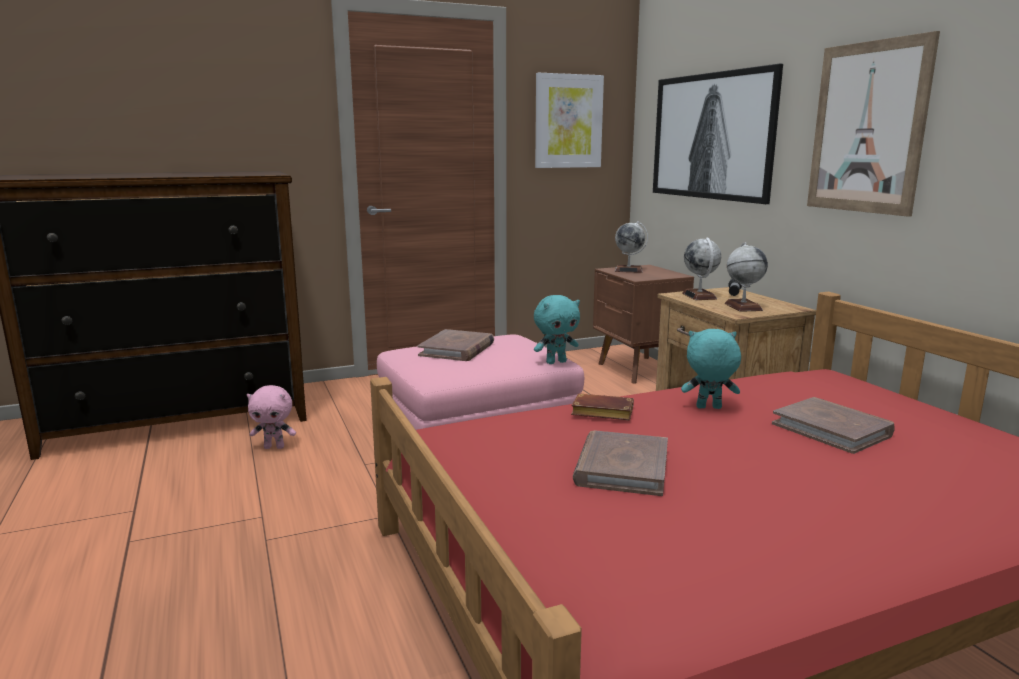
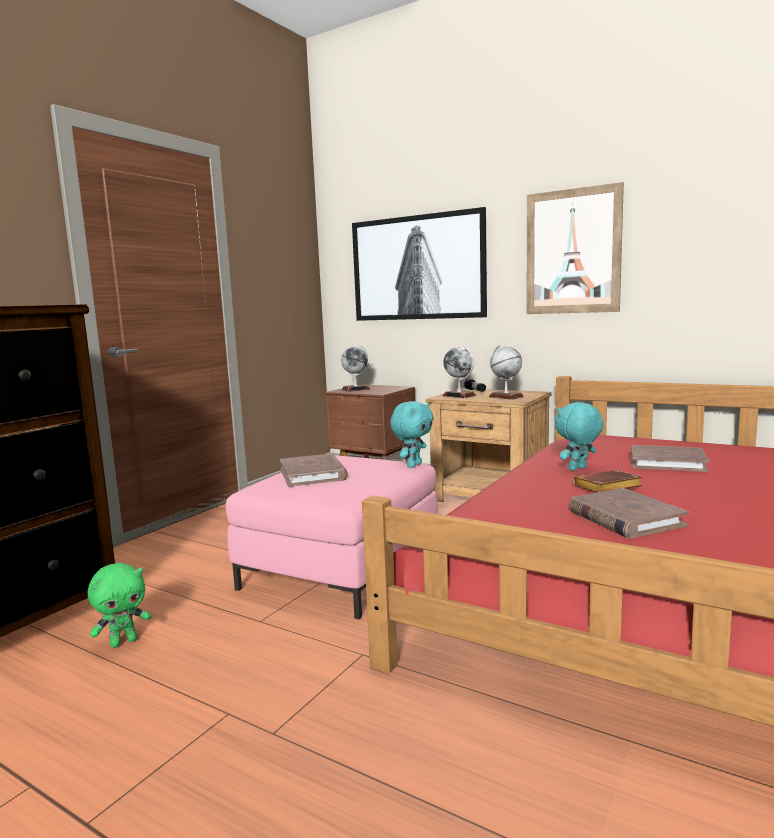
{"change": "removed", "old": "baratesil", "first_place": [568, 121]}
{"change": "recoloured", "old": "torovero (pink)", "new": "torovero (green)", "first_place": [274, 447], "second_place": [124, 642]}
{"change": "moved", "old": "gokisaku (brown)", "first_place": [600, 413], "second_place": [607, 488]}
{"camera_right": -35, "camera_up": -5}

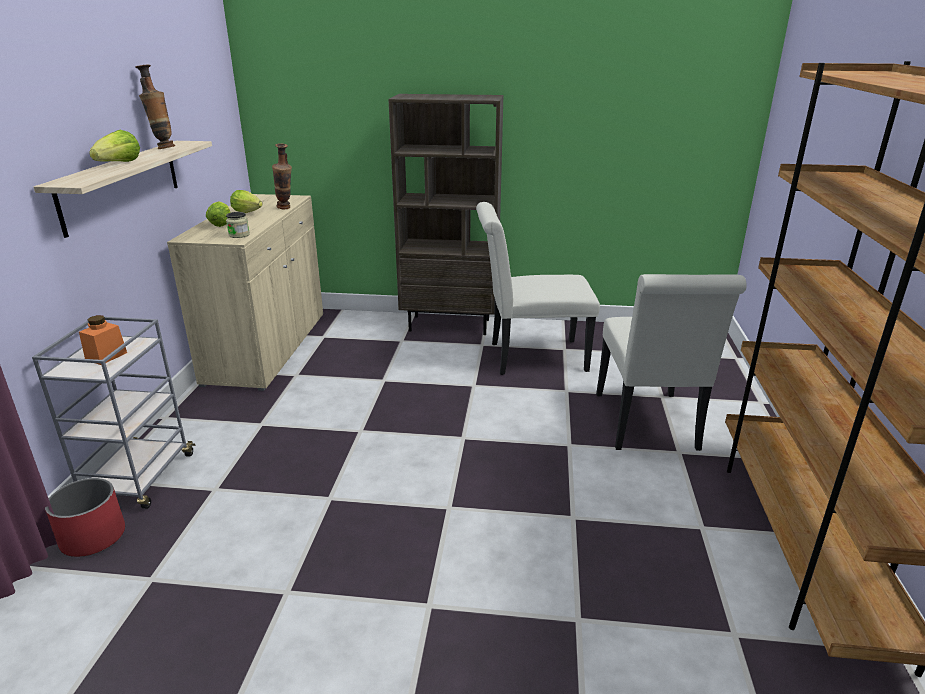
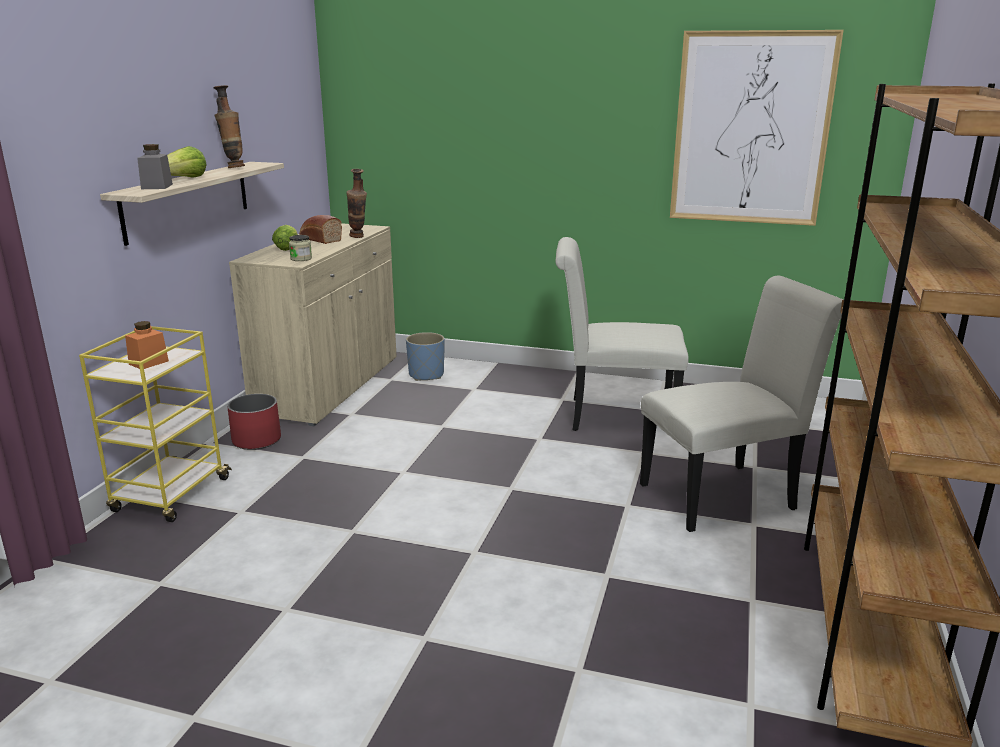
{"change": "removed", "old": "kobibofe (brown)", "first_place": [450, 325]}
{"change": "replaced", "old": "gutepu", "new": "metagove", "first_place": [249, 212], "second_place": [319, 239]}
{"change": "turned", "old": "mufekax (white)", "first_place": [647, 426], "second_place": [726, 495], "degrees": -120}
{"change": "recoloured", "old": "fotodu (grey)", "new": "fotodu (yellow)", "first_place": [139, 479], "second_place": [170, 496]}
{"change": "moved", "old": "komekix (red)", "first_place": [94, 537], "second_place": [257, 440]}
{"change": "added", "new": "baratesil", "second_place": [751, 129]}
{"change": "added", "new": "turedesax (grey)", "second_place": [157, 186]}
{"change": "added", "new": "komekix (blue)", "second_place": [426, 375]}
{"camera_right": 10, "camera_up": -5}

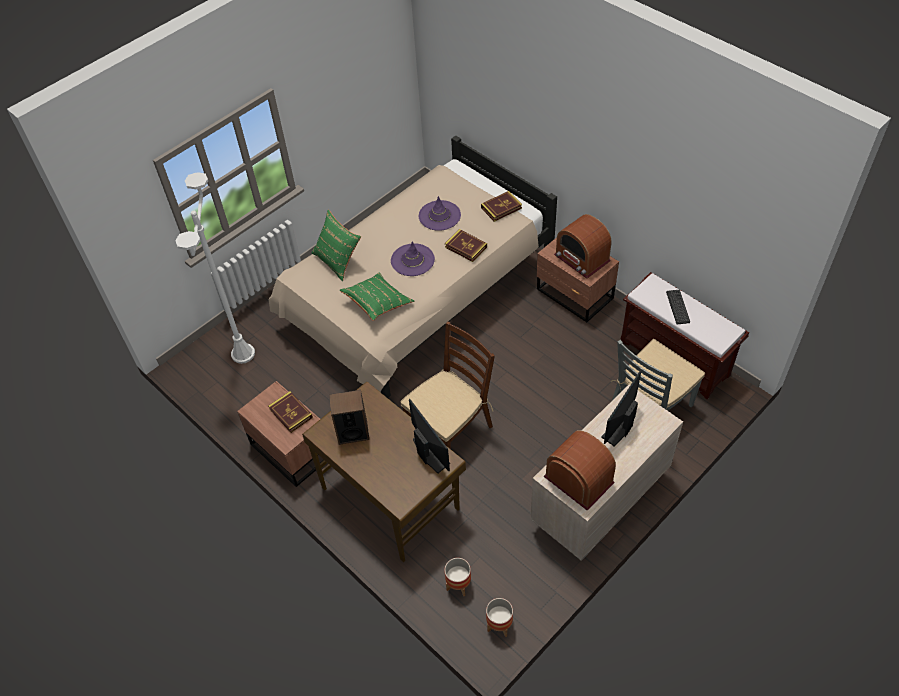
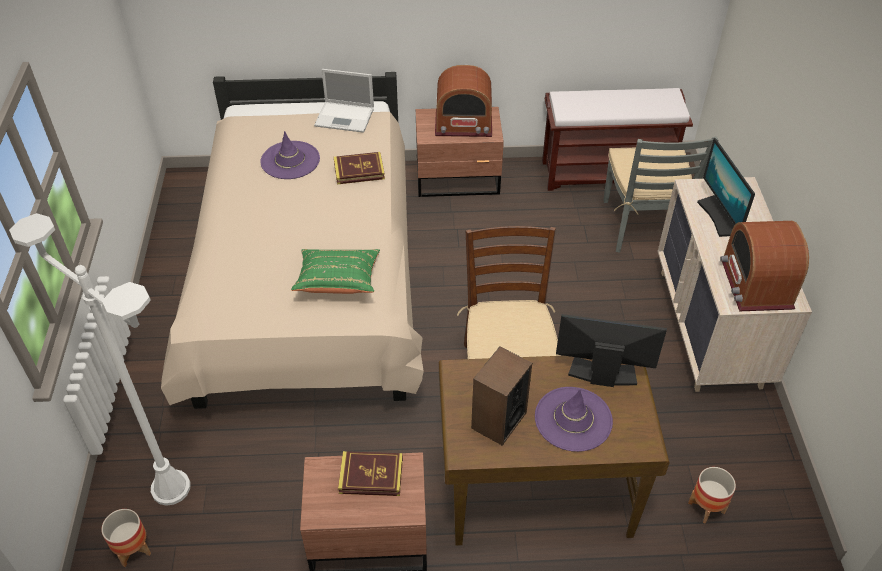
{"change": "replaced", "old": "gokisaku", "new": "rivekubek", "first_place": [501, 208], "second_place": [345, 117]}
{"change": "removed", "old": "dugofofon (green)", "first_place": [338, 260]}
{"change": "moved", "old": "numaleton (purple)", "first_place": [412, 260], "second_place": [573, 419]}
{"change": "removed", "old": "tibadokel", "first_place": [678, 307]}
{"change": "turned", "old": "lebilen", "first_place": [579, 479], "second_place": [755, 284], "degrees": -90}
{"change": "moved", "old": "komekix", "first_place": [499, 624], "second_place": [133, 549]}
{"camera_right": -50, "camera_up": -5}

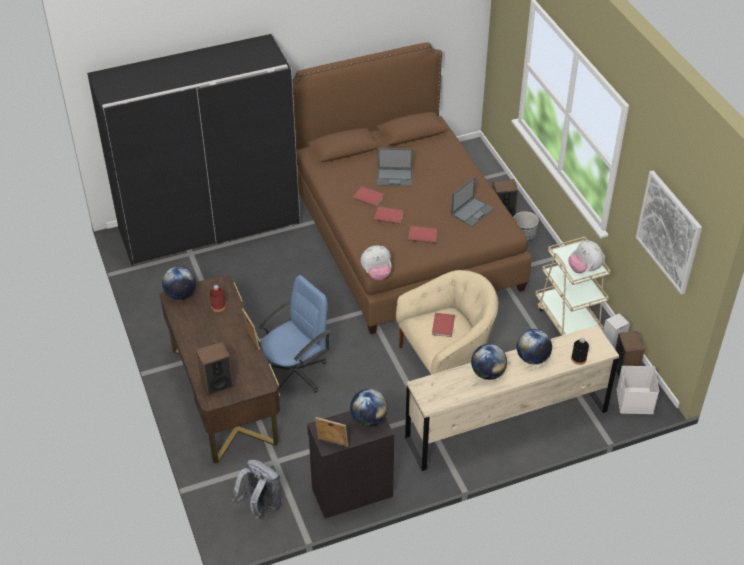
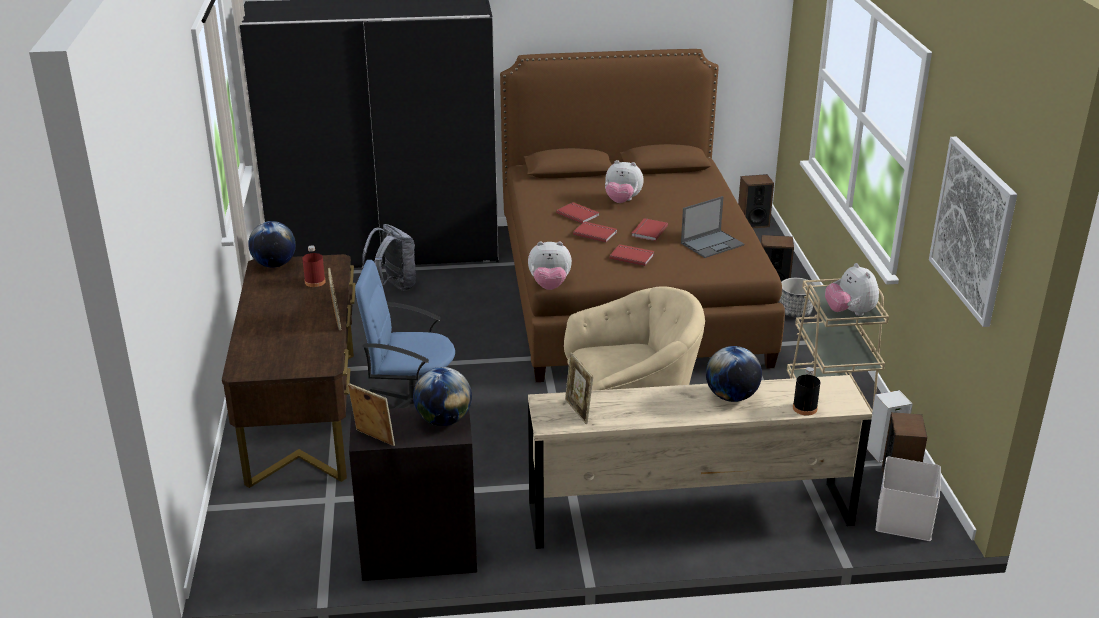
{"change": "replaced", "old": "rivekubek", "new": "torovero", "first_place": [395, 177], "second_place": [622, 201]}
{"change": "turned", "old": "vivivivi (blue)", "first_place": [295, 372], "second_place": [412, 406], "degrees": -150}
{"change": "moved", "old": "gokisaku (red)", "first_place": [442, 325], "second_place": [648, 231]}
{"change": "moved", "old": "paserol", "first_place": [217, 384], "second_place": [753, 223]}
{"change": "removed", "old": "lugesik", "first_place": [487, 373]}
{"change": "moved", "old": "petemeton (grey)", "first_place": [261, 505], "second_place": [393, 286]}
{"change": "added", "new": "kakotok", "second_place": [578, 411]}
{"camera_right": 15, "camera_up": -15}

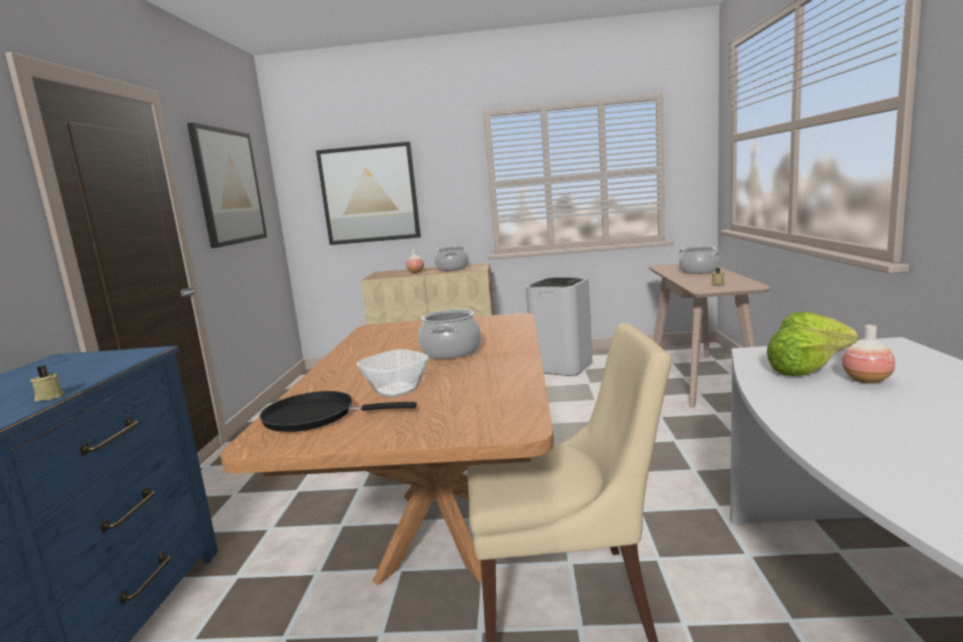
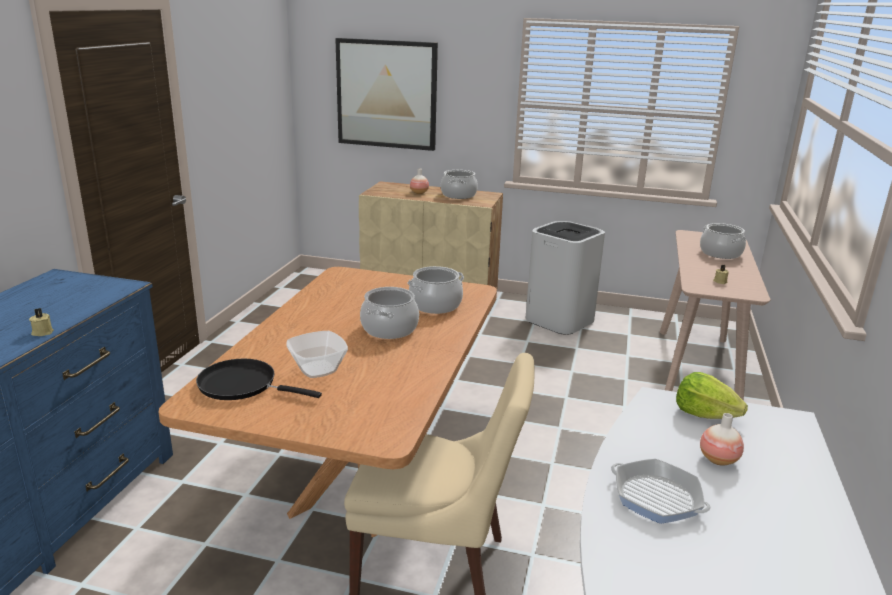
{"change": "removed", "old": "baratesil", "first_place": [228, 187]}
{"change": "removed", "old": "gutepu", "first_place": [799, 372]}
{"change": "added", "new": "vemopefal", "second_place": [435, 305]}
{"change": "added", "new": "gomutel", "second_place": [657, 497]}
{"camera_right": 10, "camera_up": 10}

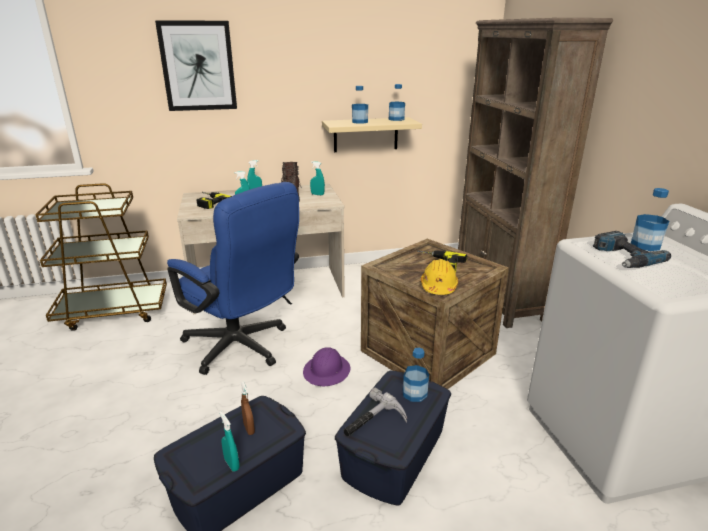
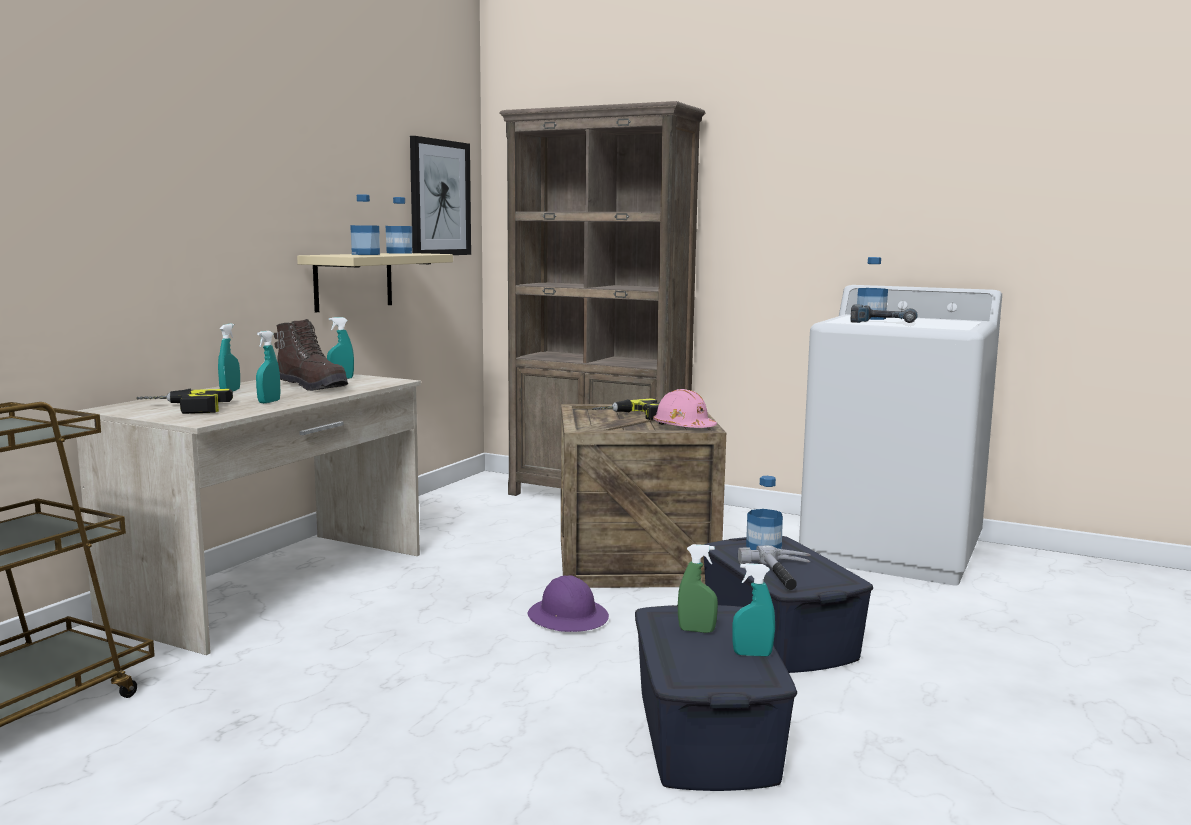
{"change": "moved", "old": "baratesil", "first_place": [198, 66], "second_place": [439, 198]}
{"change": "removed", "old": "vivivivi (blue)", "first_place": [242, 348]}
{"change": "recoloured", "old": "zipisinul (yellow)", "new": "zipisinul (pink)", "first_place": [438, 286], "second_place": [683, 428]}
{"change": "recoloured", "old": "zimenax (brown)", "new": "zimenax (green)", "first_place": [249, 428], "second_place": [696, 630]}
{"camera_right": -50, "camera_up": -15}

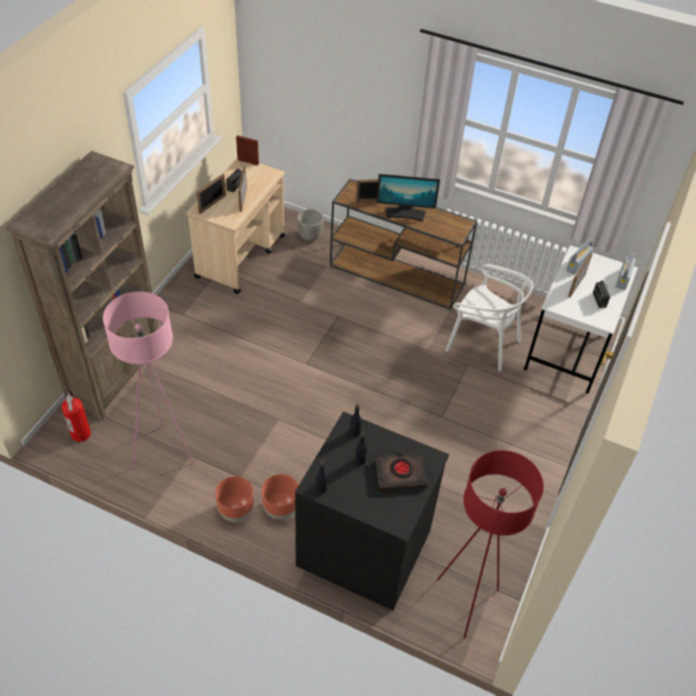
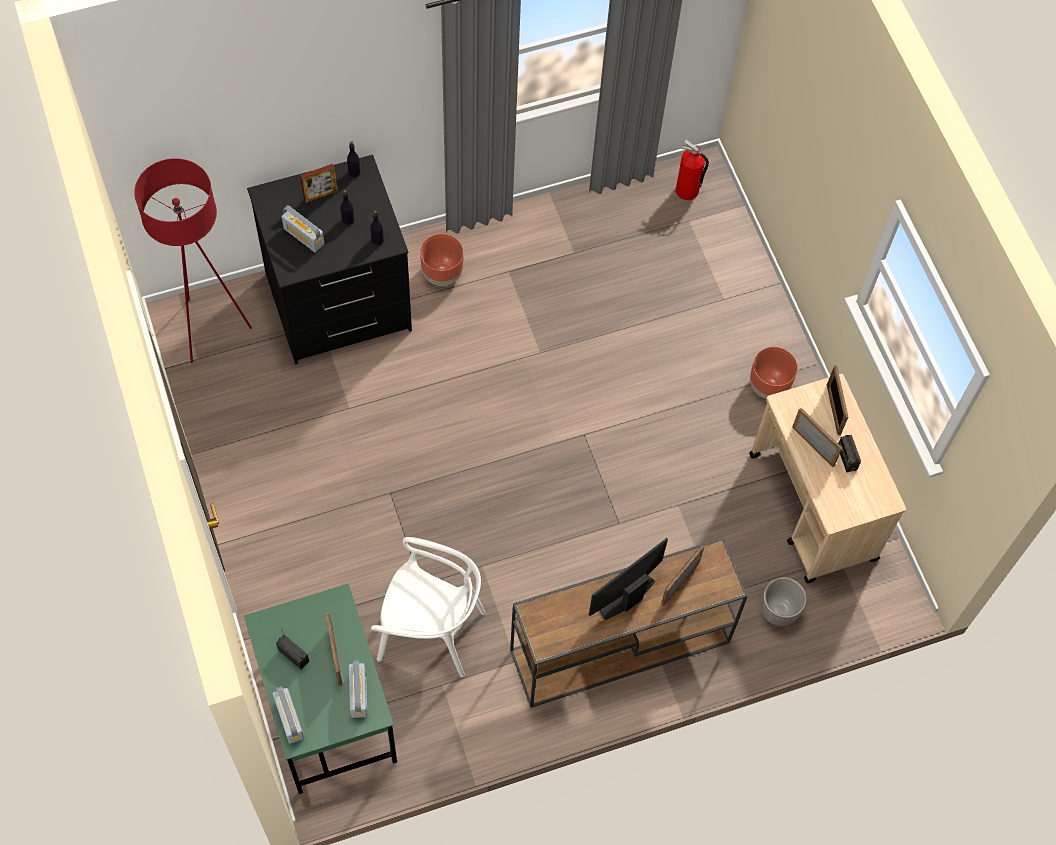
{"change": "moved", "old": "kakotok", "first_place": [248, 162], "second_place": [320, 195]}
{"change": "removed", "old": "kobibofe (brown)", "first_place": [117, 374]}
{"change": "recoloured", "old": "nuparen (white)", "new": "nuparen (green)", "first_place": [568, 350], "second_place": [327, 711]}
{"change": "turned", "old": "mufekax (white)", "first_place": [483, 343], "second_place": [430, 631], "degrees": -150}
{"change": "removed", "old": "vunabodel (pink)", "first_place": [164, 452]}
{"change": "replaced", "old": "gokisaku (black)", "new": "lebilen", "first_place": [401, 473], "second_place": [304, 236]}
{"change": "moved", "old": "komekix (brown)", "first_place": [236, 511], "second_place": [769, 387]}
{"camera_right": 135, "camera_up": 15}

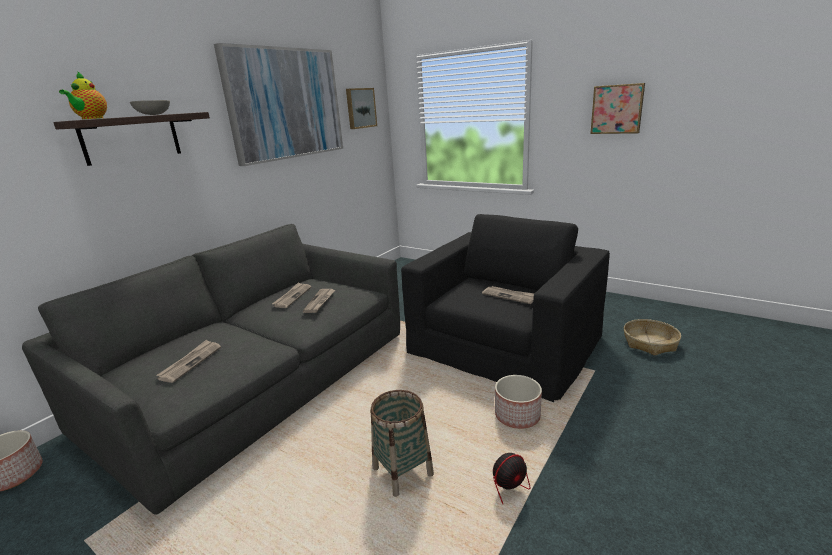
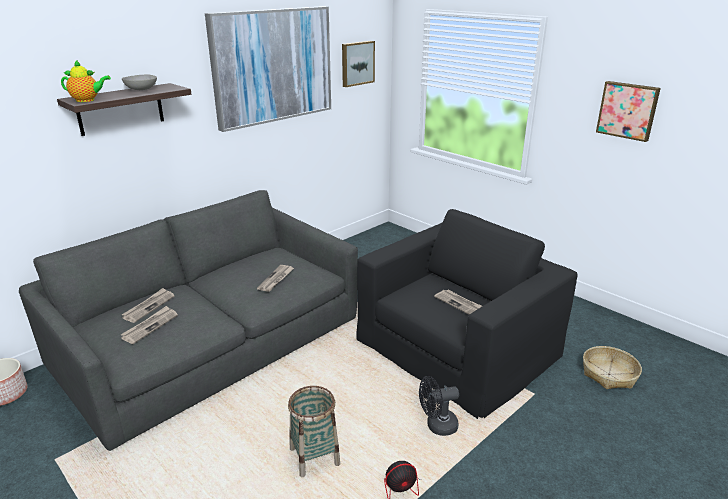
{"change": "turned", "old": "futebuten", "first_place": [91, 118], "second_place": [87, 100], "degrees": -105}
{"change": "moved", "old": "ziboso", "first_place": [292, 296], "second_place": [149, 306]}
{"change": "replaced", "old": "komekix", "new": "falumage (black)", "first_place": [518, 416], "second_place": [437, 426]}
{"camera_right": 10, "camera_up": 5}

